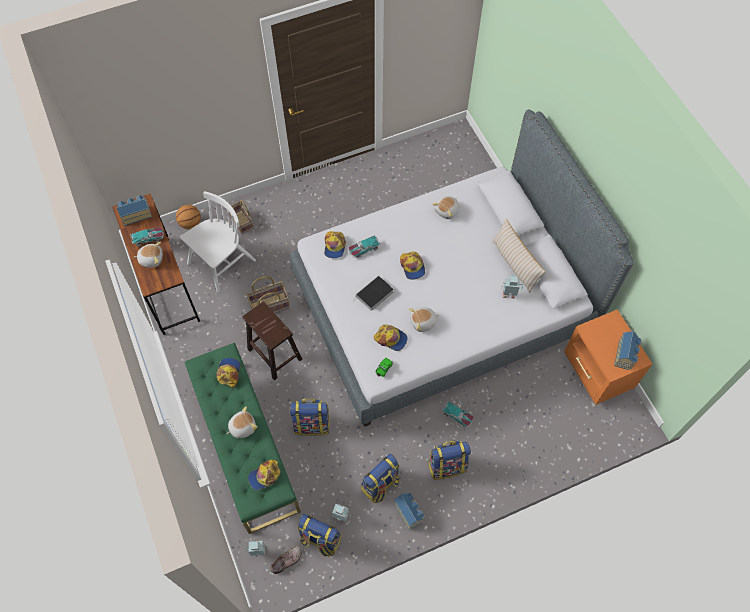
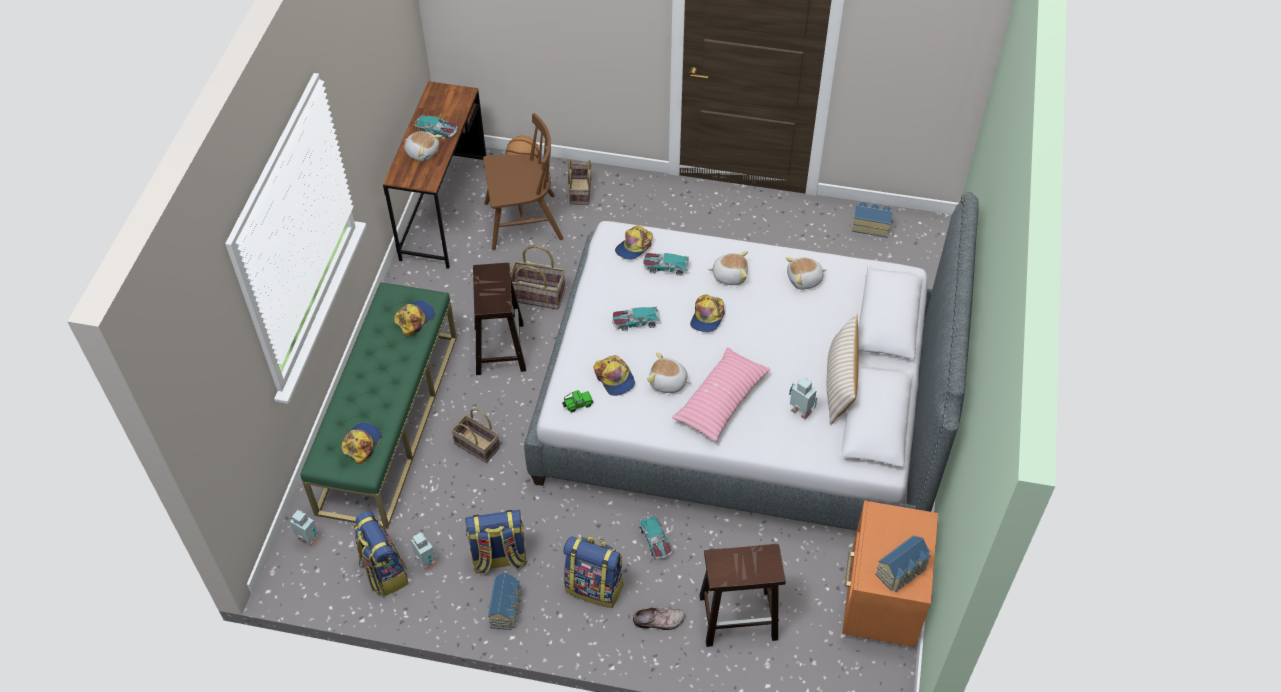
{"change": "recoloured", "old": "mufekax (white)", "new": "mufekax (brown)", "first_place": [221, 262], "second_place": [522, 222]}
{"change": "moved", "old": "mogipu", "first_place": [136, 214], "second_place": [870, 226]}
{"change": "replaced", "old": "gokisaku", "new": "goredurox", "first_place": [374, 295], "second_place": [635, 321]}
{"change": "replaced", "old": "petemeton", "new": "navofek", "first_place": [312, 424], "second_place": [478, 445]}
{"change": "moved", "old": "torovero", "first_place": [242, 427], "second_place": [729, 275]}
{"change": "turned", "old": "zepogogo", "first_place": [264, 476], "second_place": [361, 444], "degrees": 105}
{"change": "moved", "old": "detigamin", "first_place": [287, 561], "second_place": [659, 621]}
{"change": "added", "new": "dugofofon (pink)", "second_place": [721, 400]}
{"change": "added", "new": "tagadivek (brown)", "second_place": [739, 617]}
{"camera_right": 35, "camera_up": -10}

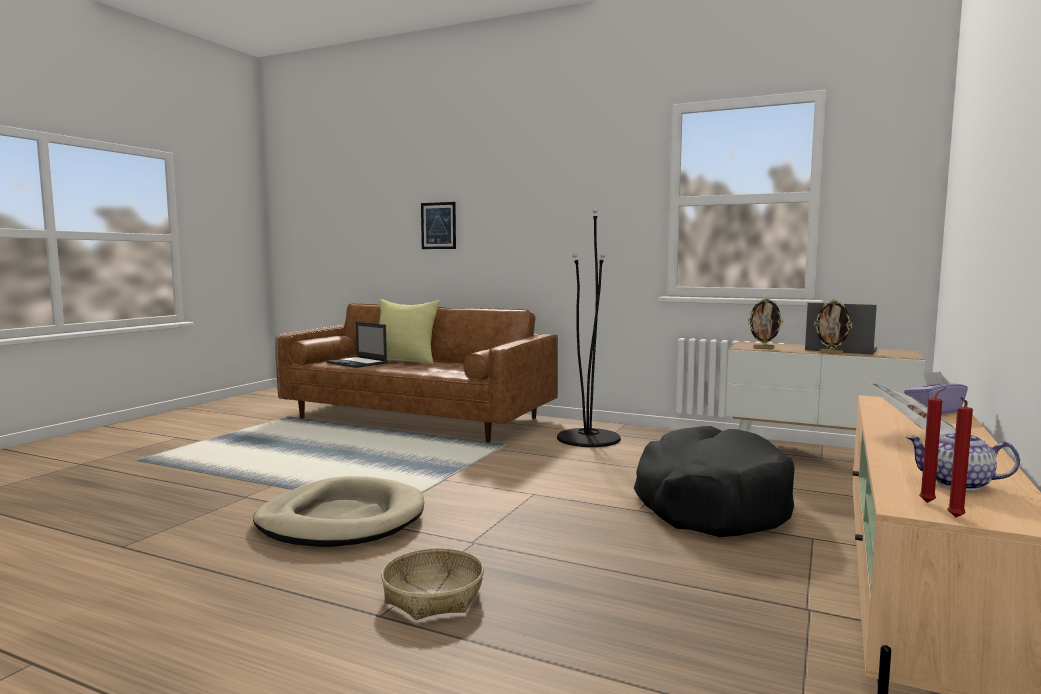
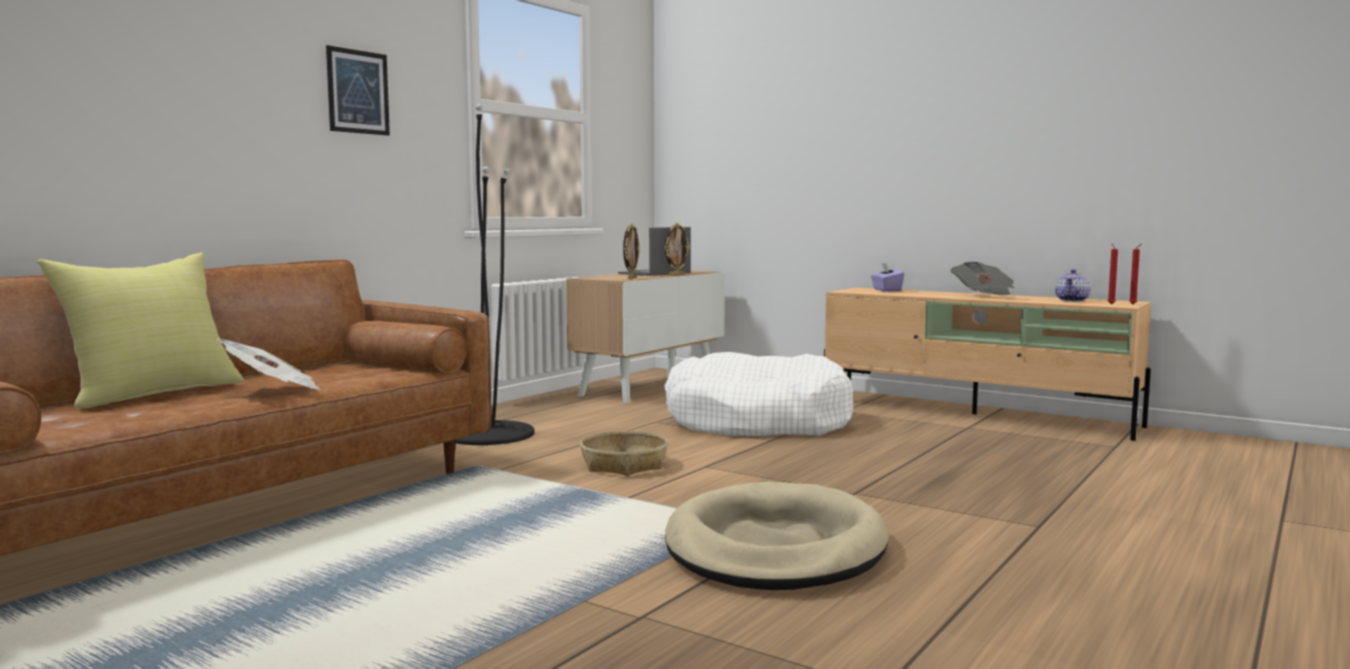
{"change": "moved", "old": "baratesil", "first_place": [438, 225], "second_place": [358, 92]}
{"change": "removed", "old": "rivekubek", "first_place": [357, 363]}
{"change": "recoloured", "old": "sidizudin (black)", "new": "sidizudin (white)", "first_place": [711, 503], "second_place": [757, 421]}
{"change": "moved", "old": "navofek", "first_place": [433, 596], "second_place": [623, 465]}
{"change": "added", "new": "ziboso", "second_place": [273, 390]}
{"camera_right": -80, "camera_up": 0}

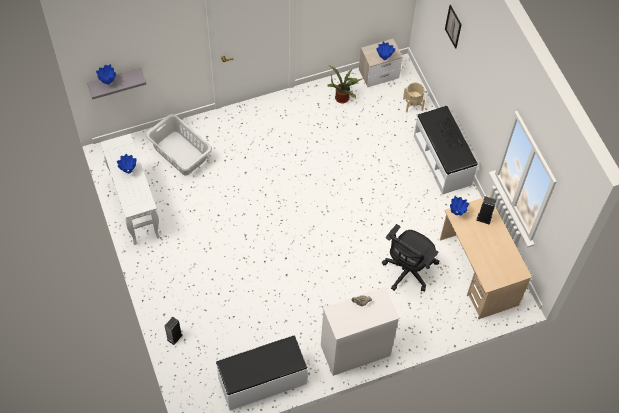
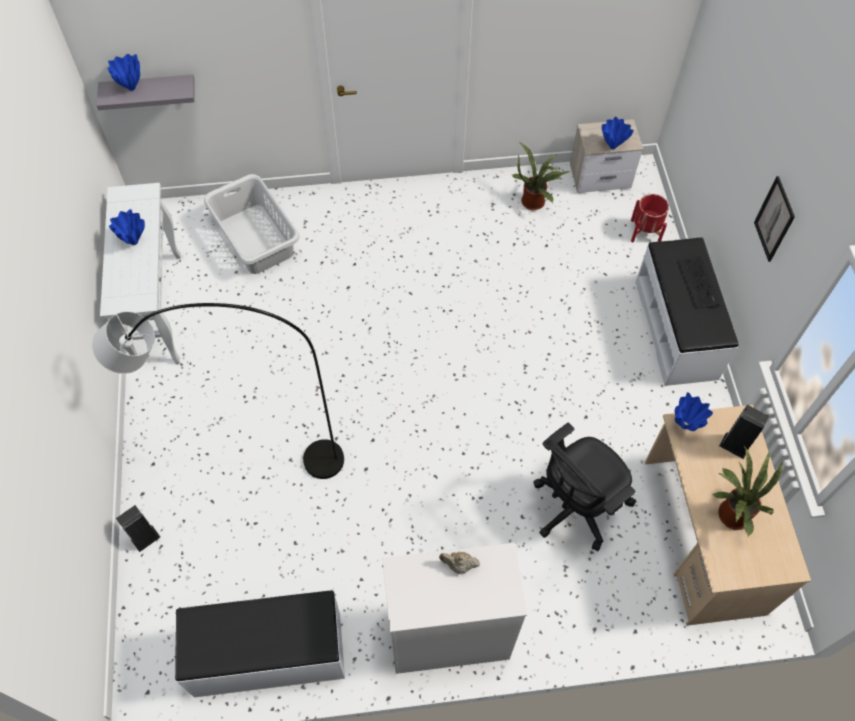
{"change": "moved", "old": "baratesil", "first_place": [453, 26], "second_place": [774, 219]}
{"change": "recoloured", "old": "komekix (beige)", "new": "komekix (red)", "first_place": [413, 104], "second_place": [645, 231]}
{"change": "added", "new": "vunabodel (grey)", "second_place": [247, 459]}
{"change": "added", "new": "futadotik", "second_place": [730, 513]}
{"camera_right": 15, "camera_up": 0}

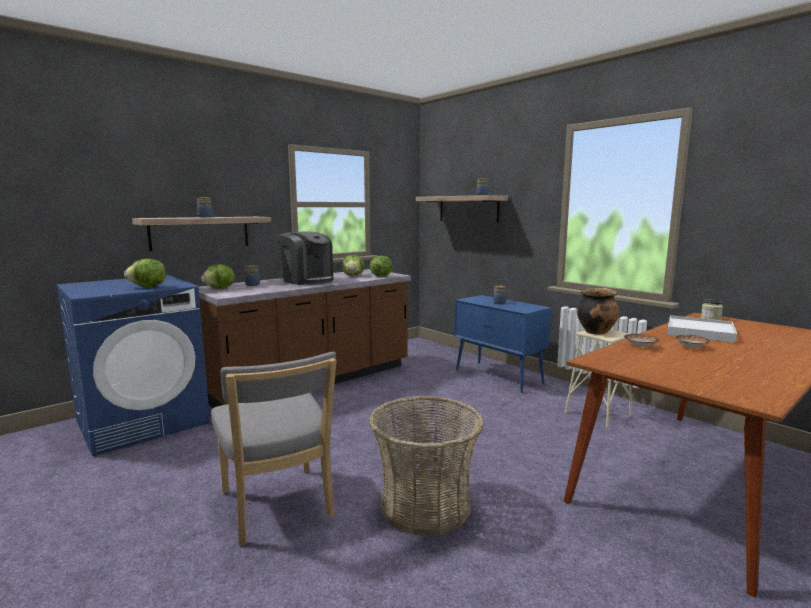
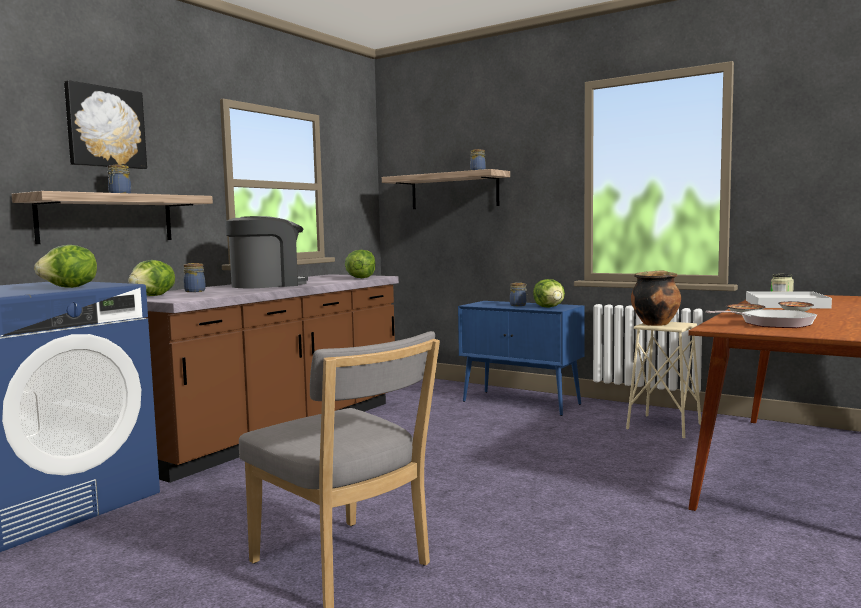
{"change": "turned", "old": "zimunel", "first_place": [308, 280], "second_place": [267, 285], "degrees": -60}
{"change": "moved", "old": "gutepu", "first_place": [353, 275], "second_place": [549, 307]}
{"change": "removed", "old": "navofek", "first_place": [425, 505]}
{"change": "added", "new": "baratesil", "second_place": [105, 127]}
{"change": "added", "new": "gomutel", "second_place": [771, 324]}
{"camera_right": -15, "camera_up": -5}

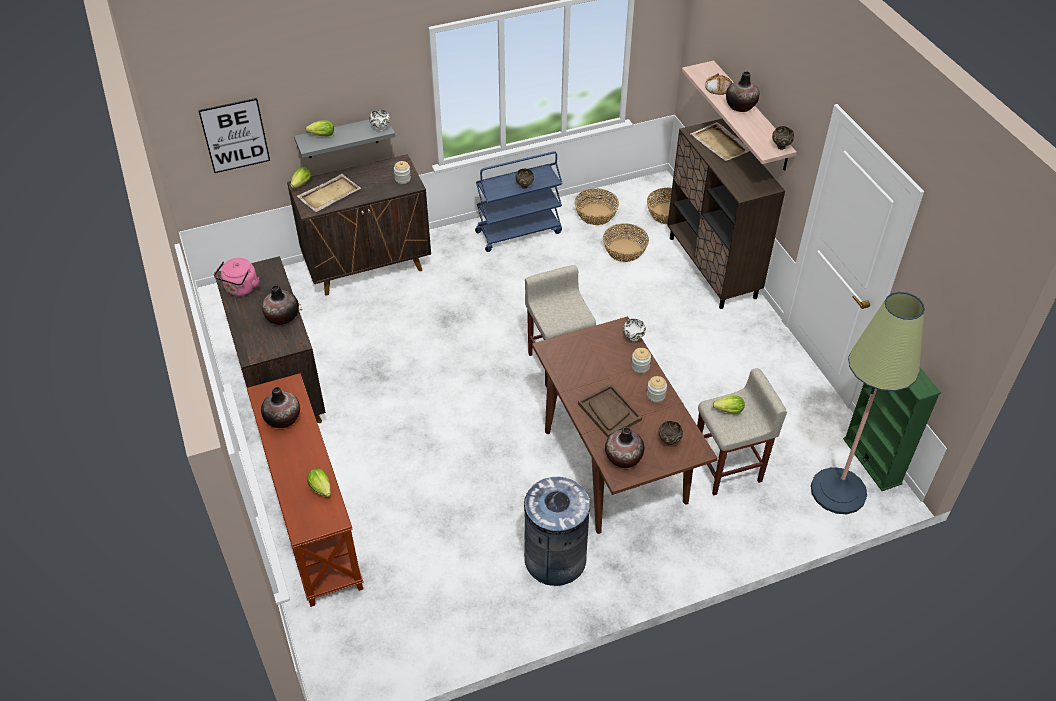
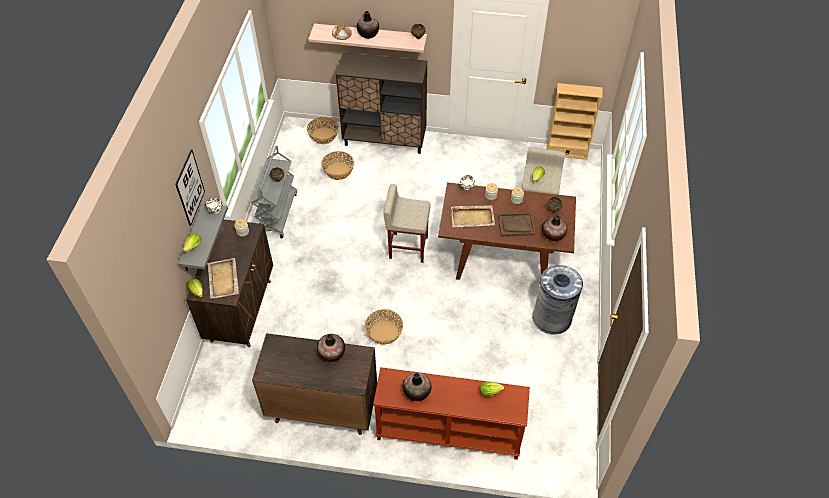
{"change": "moved", "old": "baratesil", "first_place": [235, 135], "second_place": [190, 187]}
{"change": "moved", "old": "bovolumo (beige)", "first_place": [720, 144], "second_place": [473, 217]}
{"change": "recoloured", "old": "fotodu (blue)", "new": "fotodu (grey)", "first_place": [519, 232], "second_place": [277, 213]}
{"change": "moved", "old": "navofek", "first_place": [596, 214], "second_place": [384, 332]}
{"change": "removed", "old": "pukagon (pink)", "first_place": [240, 289]}
{"change": "removed", "old": "vunabodel", "first_place": [838, 491]}
{"change": "recoloured", "old": "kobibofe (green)", "new": "kobibofe (beige)", "first_place": [872, 461], "second_place": [566, 152]}
{"camera_right": -60, "camera_up": 5}

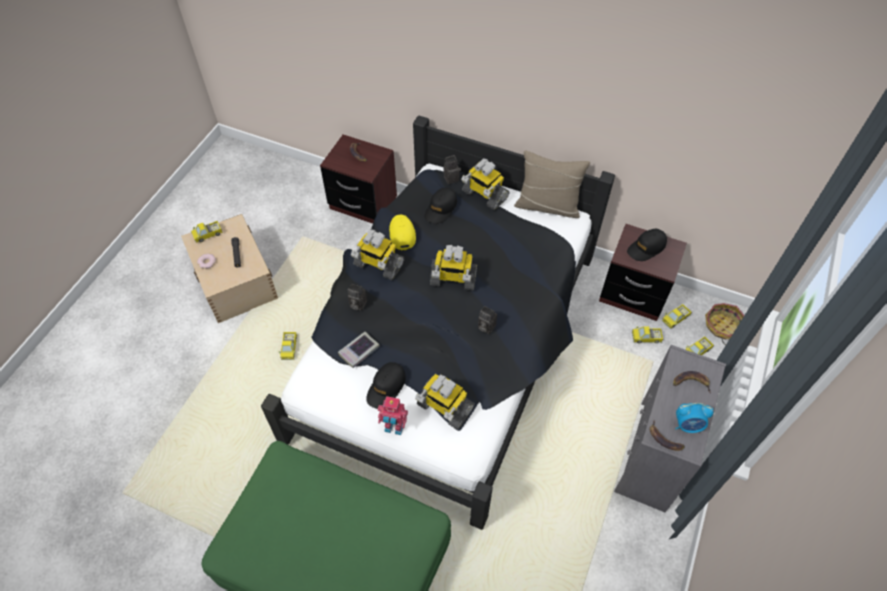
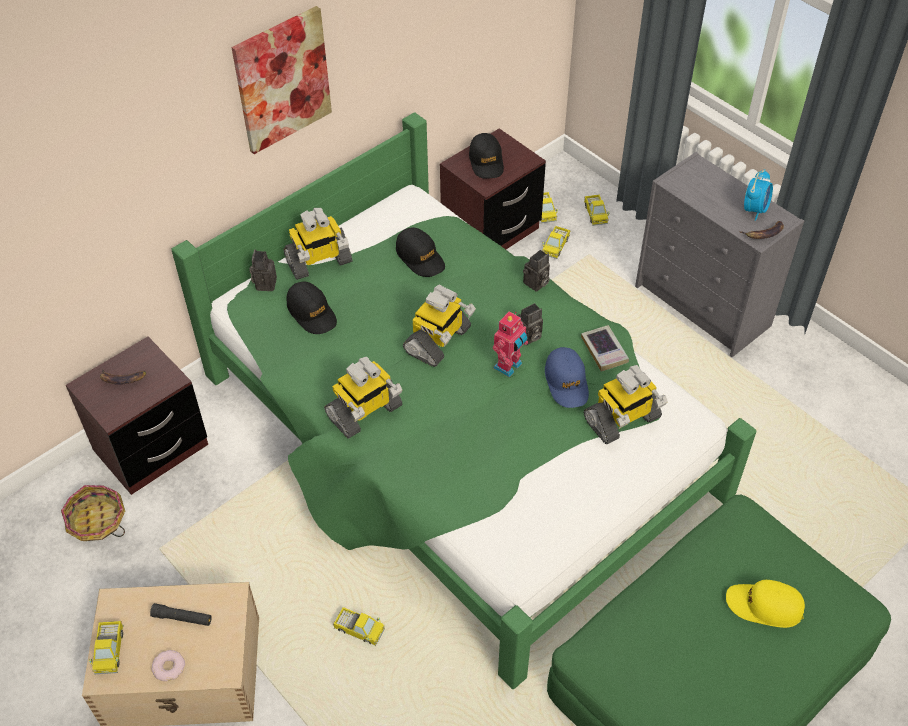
{"change": "recoloured", "old": "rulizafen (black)", "new": "rulizafen (green)", "first_place": [445, 344], "second_place": [458, 438]}
{"change": "removed", "old": "dugofofon (beige)", "first_place": [547, 206]}
{"change": "moved", "old": "zepogogo (yellow)", "first_place": [402, 234], "second_place": [764, 606]}
{"change": "moved", "old": "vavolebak", "first_place": [357, 304], "second_place": [536, 284]}
{"change": "moved", "old": "navofek", "first_place": [722, 326], "second_place": [97, 521]}
{"change": "moved", "old": "gokisaku", "first_place": [359, 351], "second_place": [604, 351]}
{"change": "moved", "old": "zepogogo (black)", "first_place": [386, 387], "second_place": [420, 257]}
{"change": "removed", "old": "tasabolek", "first_place": [691, 382]}
{"change": "moved", "old": "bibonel", "first_place": [394, 428], "second_place": [509, 366]}
{"change": "added", "new": "baratesil", "second_place": [282, 80]}
{"change": "added", "new": "zepogogo (blue)", "second_place": [567, 382]}
{"camera_right": -65, "camera_up": -5}

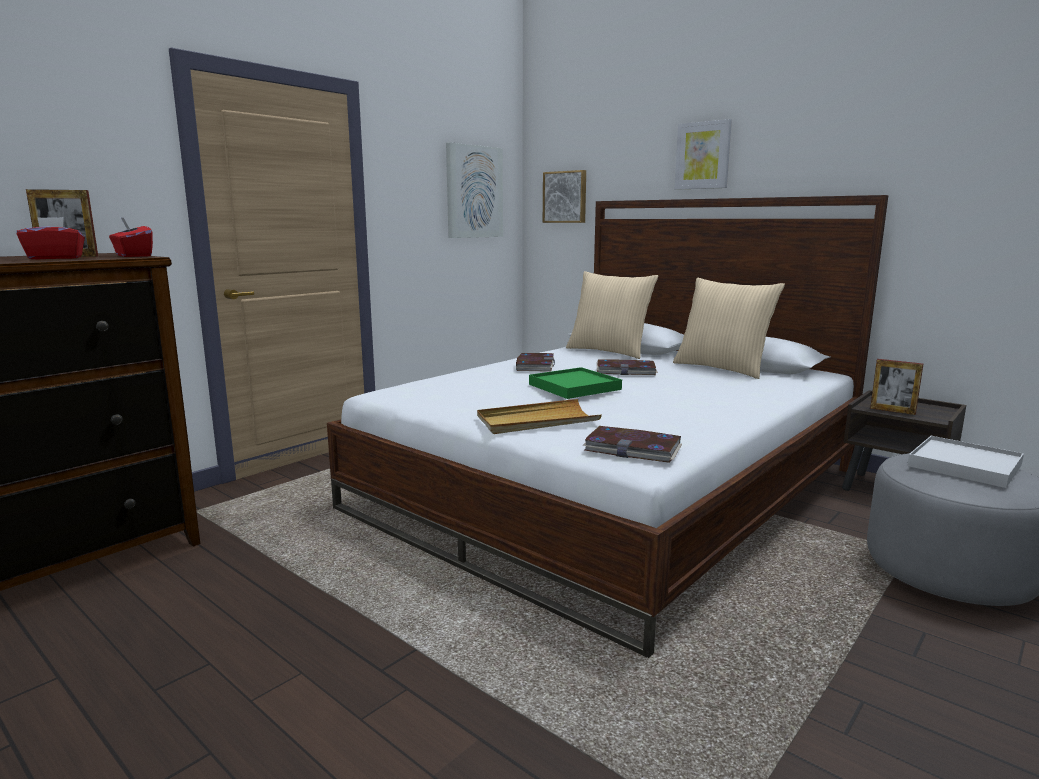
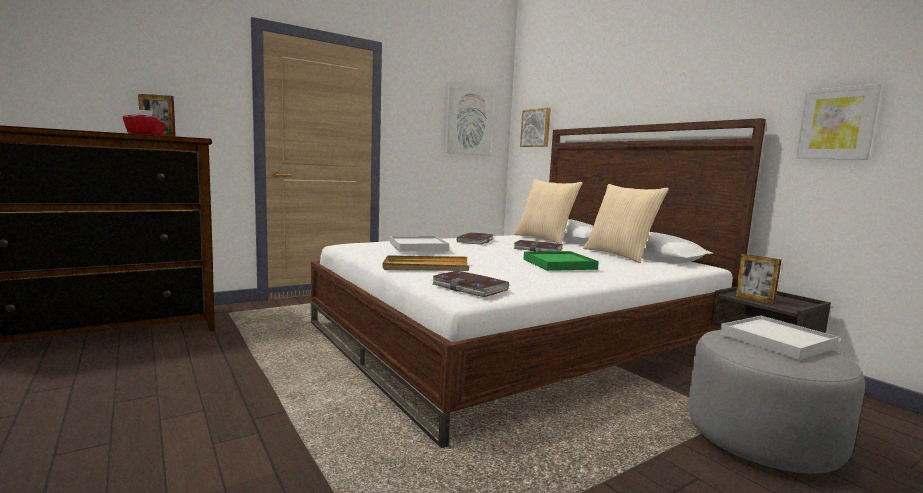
{"change": "moved", "old": "baratesil", "first_place": [703, 155], "second_place": [837, 123]}
{"change": "removed", "old": "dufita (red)", "first_place": [133, 256]}
{"change": "moved", "old": "bovolumo (green)", "first_place": [574, 387], "second_place": [559, 264]}
{"change": "added", "new": "bovolumo (white)", "second_place": [418, 247]}
{"camera_right": 15, "camera_up": -5}

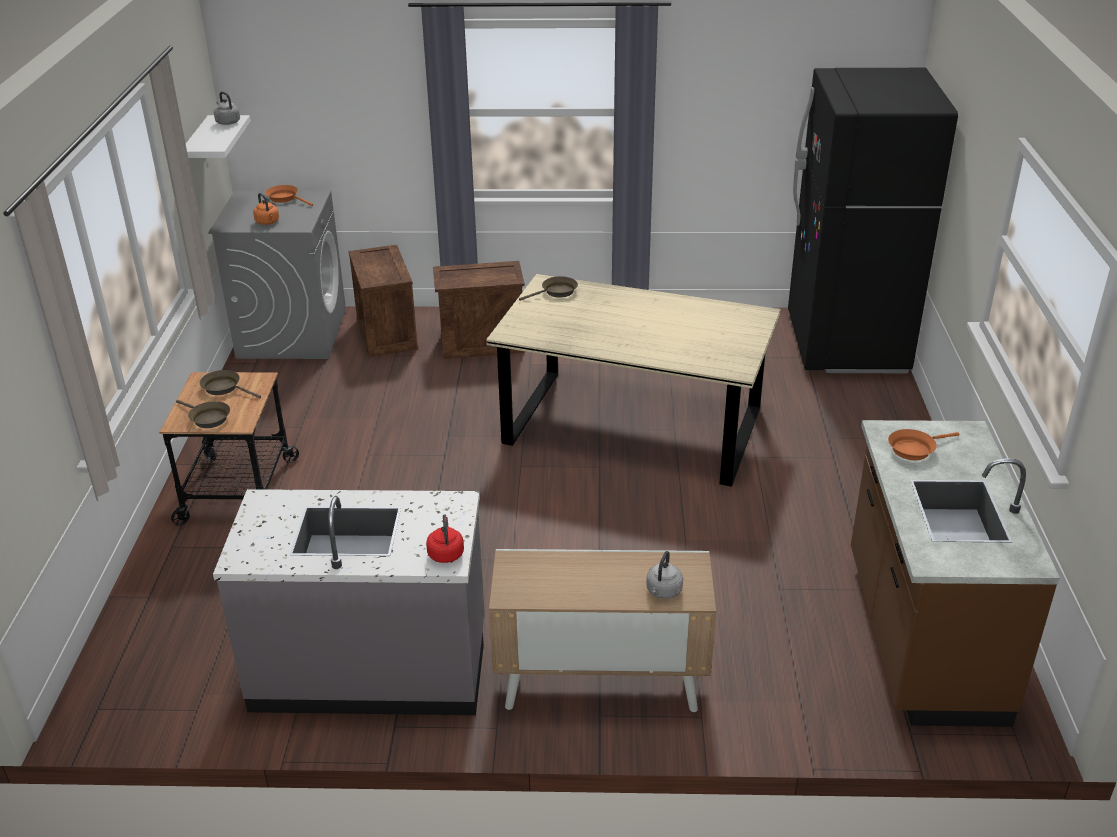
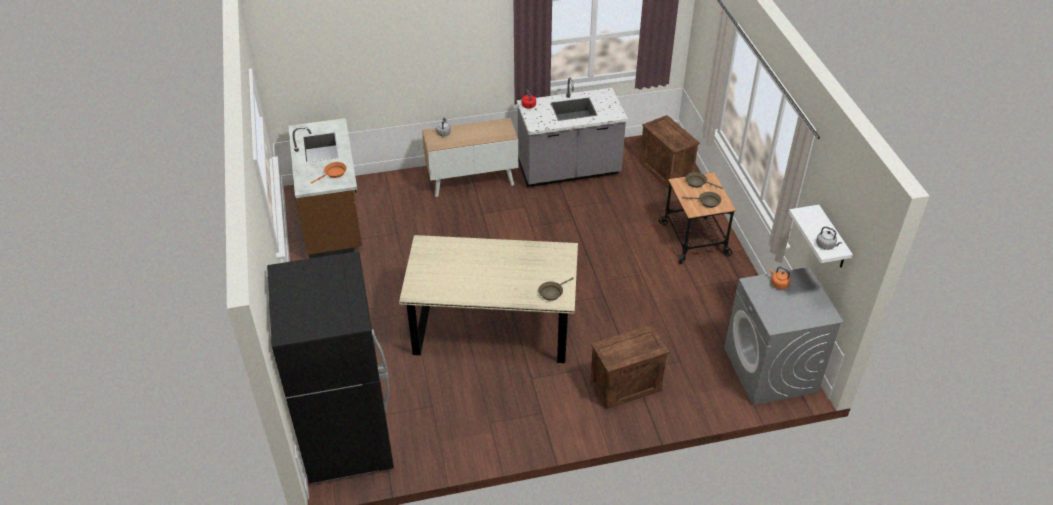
{"change": "removed", "old": "gomutel (orange)", "first_place": [285, 198]}
{"change": "moved", "old": "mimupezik", "first_place": [388, 334], "second_place": [665, 170]}
{"camera_right": 165, "camera_up": 10}

